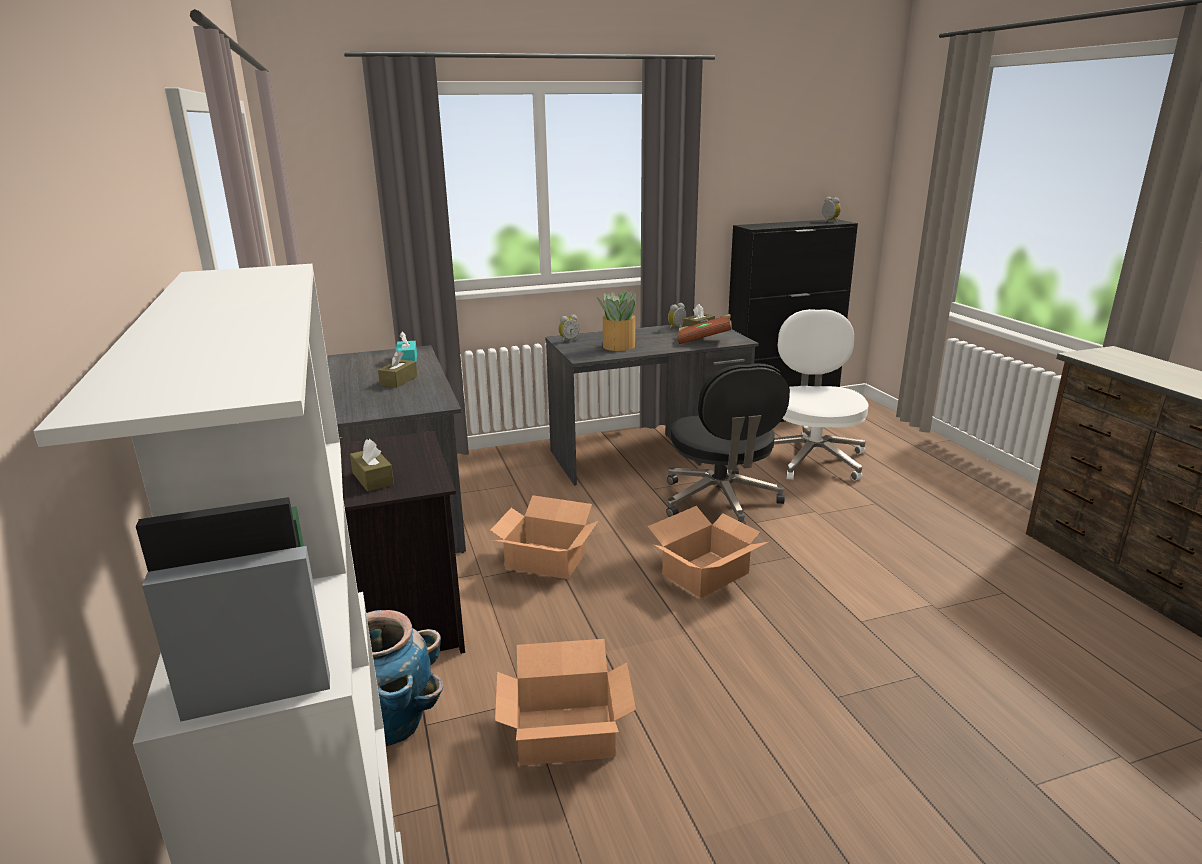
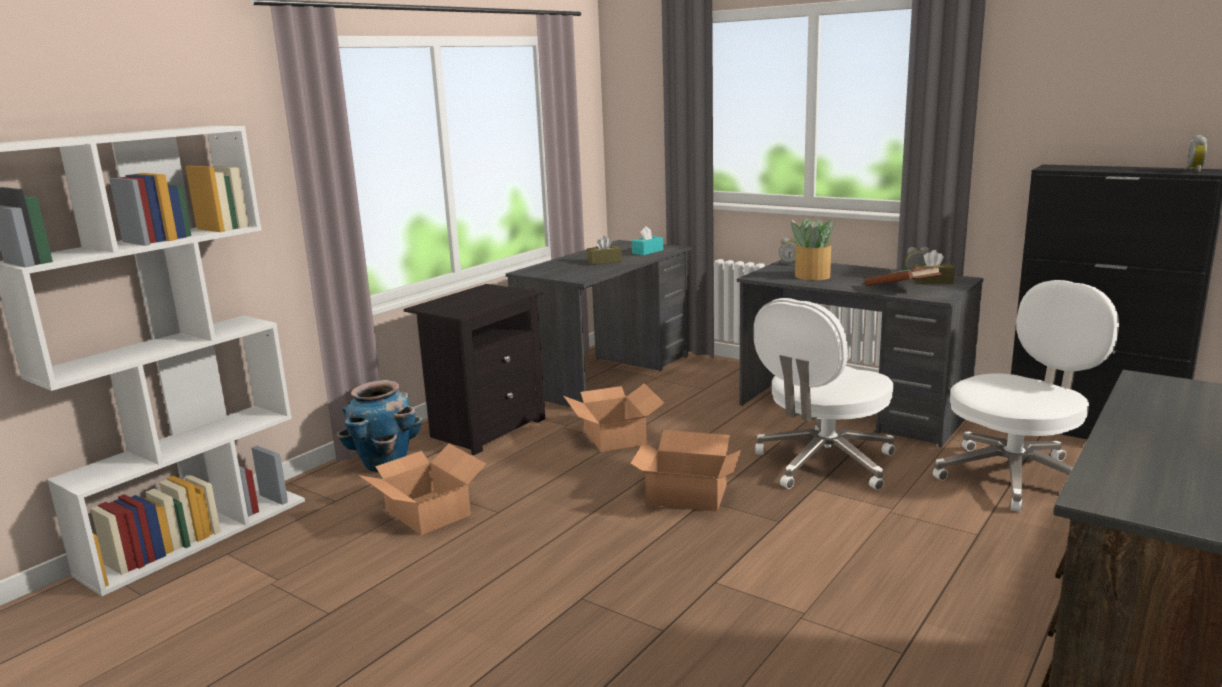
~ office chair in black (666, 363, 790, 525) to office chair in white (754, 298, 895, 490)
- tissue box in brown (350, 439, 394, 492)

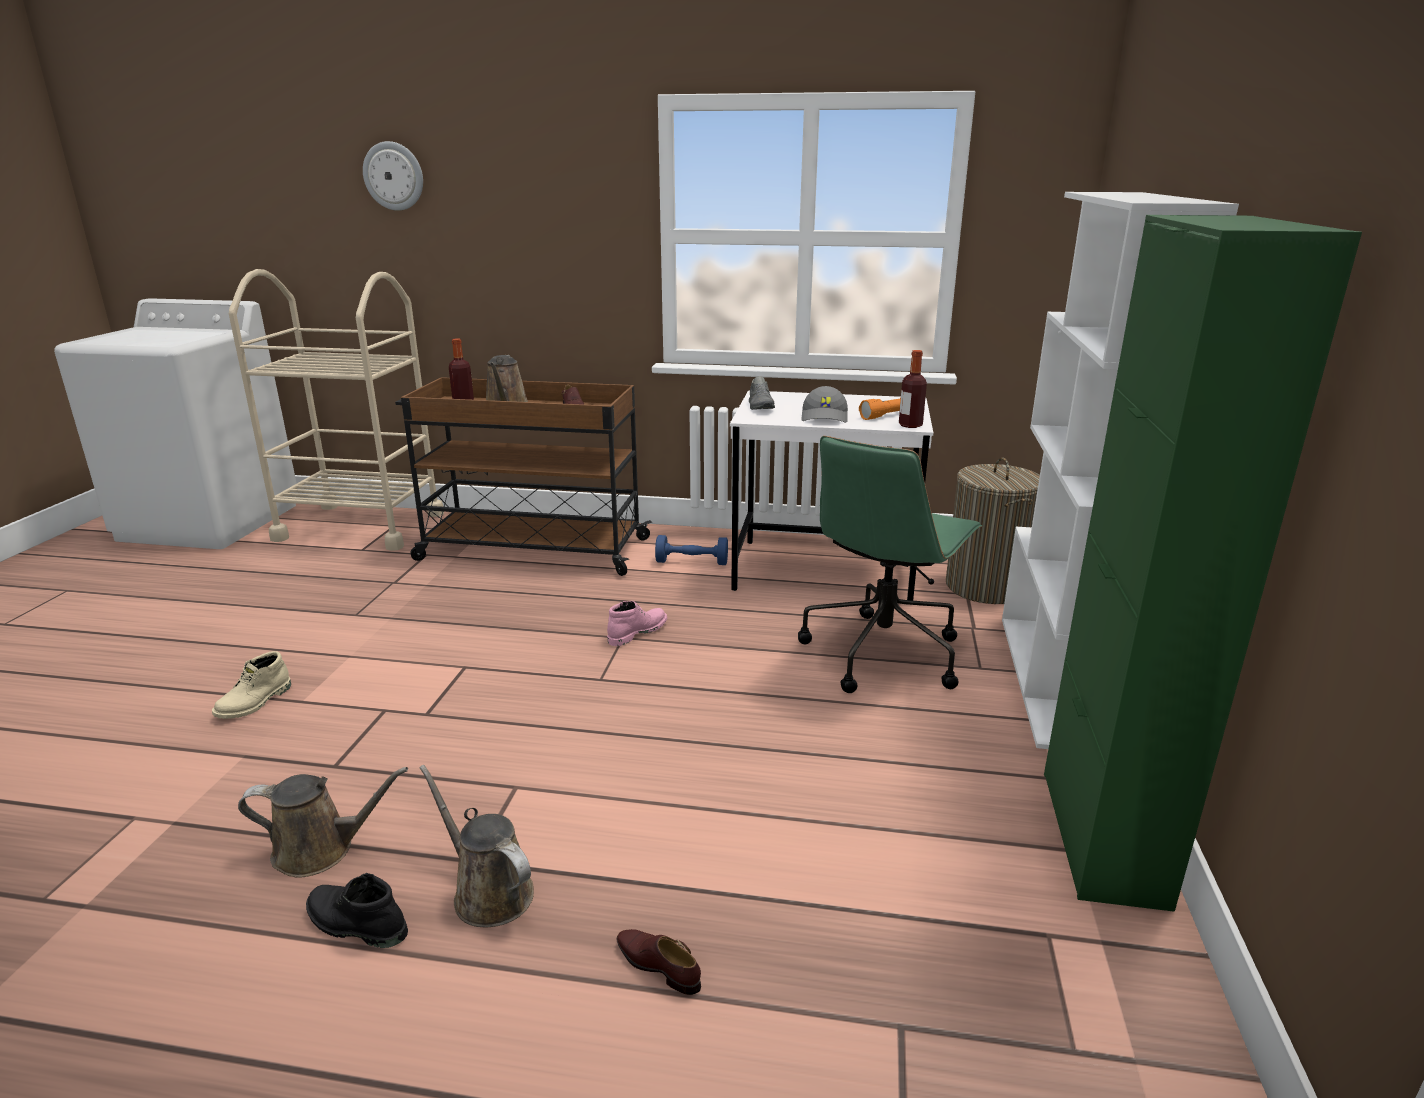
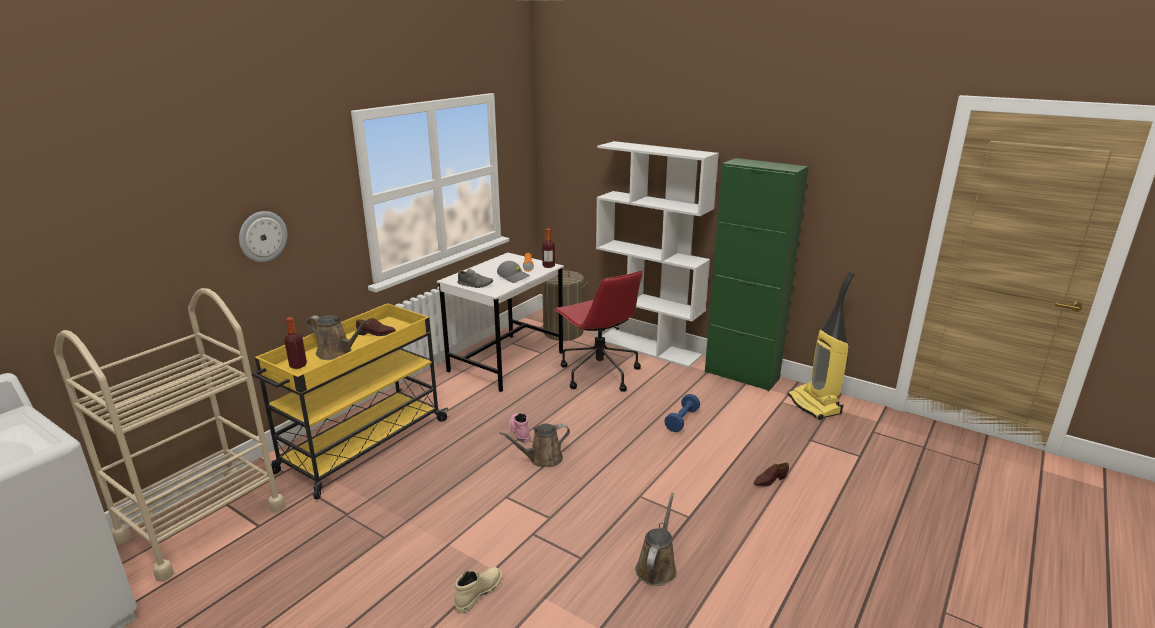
~ wall clock (363, 141, 423, 211) to (239, 211, 287, 262)
~ cart in brown (395, 377, 652, 576) to cart in yellow (252, 303, 448, 499)
~ boot in beige (212, 651, 291, 719) = (454, 567, 502, 613) 105 degrees counterclockwise
~ watering can in brown (420, 765, 534, 927) to (499, 423, 570, 467)
~ office chair in green (798, 436, 983, 693) to office chair in red (553, 270, 642, 392)
~ dumbbell in blue (655, 535, 728, 565) to (664, 394, 700, 432)
+ vacuum cleaner (788, 271, 855, 420)
- boot in black (306, 873, 408, 948)

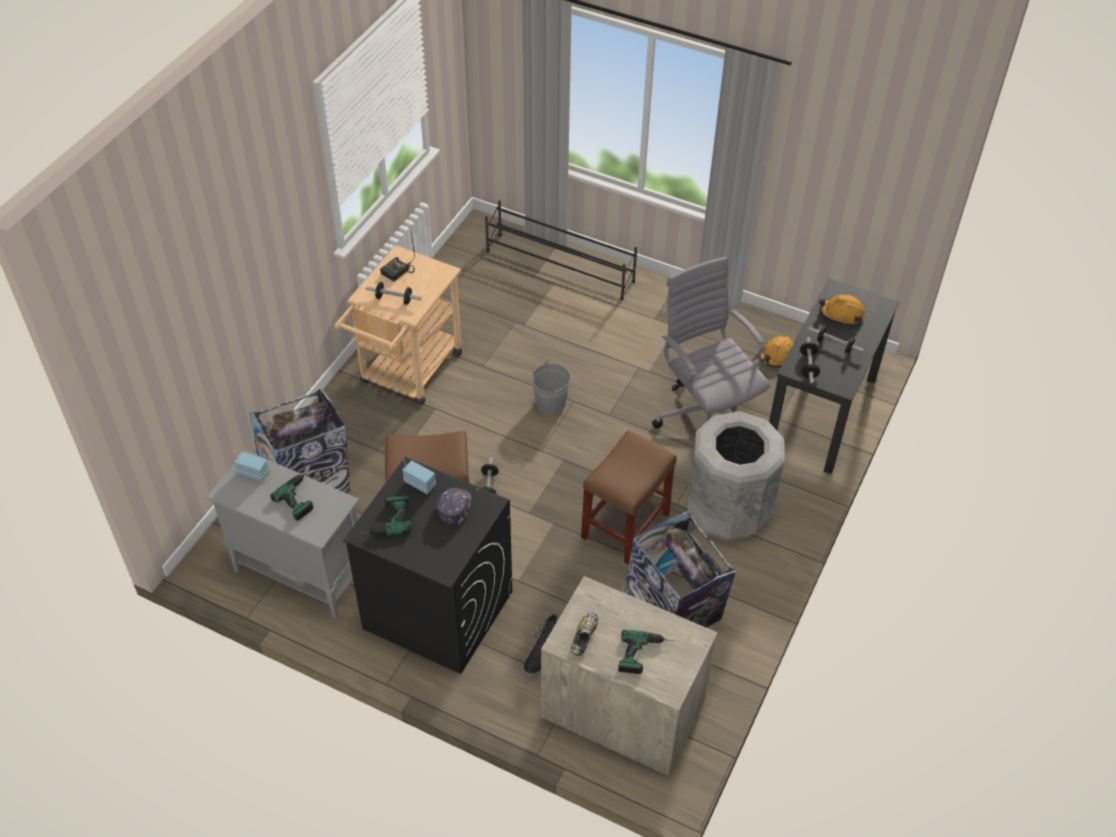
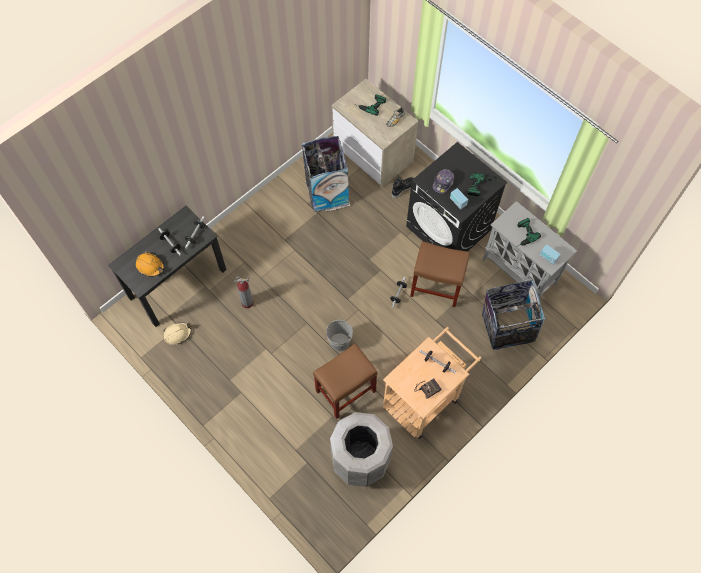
~ hard hat in orange (759, 336, 793, 367) to hard hat in beige (164, 322, 192, 345)
~ office chair in grey (652, 257, 770, 428) to fire extinguisher (234, 276, 254, 308)
~ stool in brown (581, 430, 677, 565) to (313, 344, 378, 419)
~ trash can in grey (687, 411, 785, 541) to (330, 412, 393, 487)
- shoe rack in black (485, 200, 637, 300)

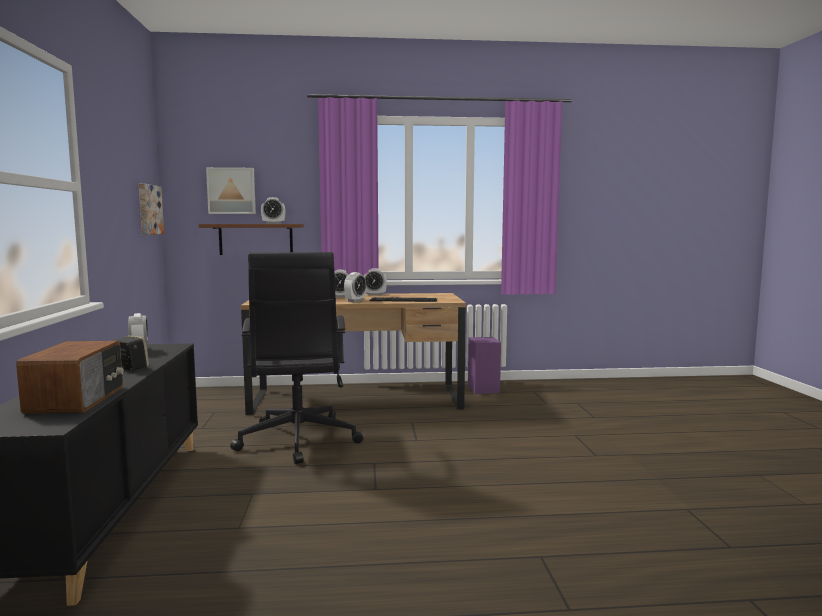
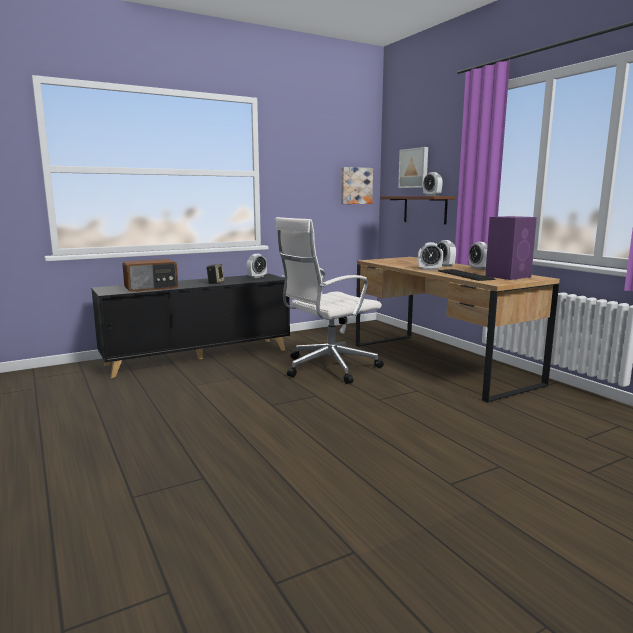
~ office chair in black (230, 252, 363, 464) to office chair in white (275, 217, 384, 384)
~ speaker in purple (468, 337, 501, 394) to (485, 216, 537, 280)

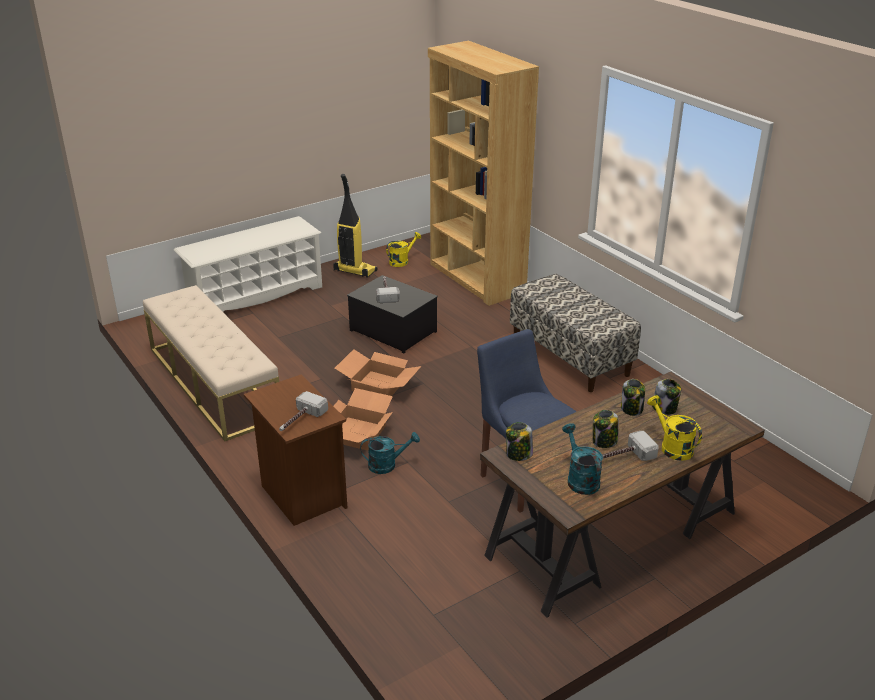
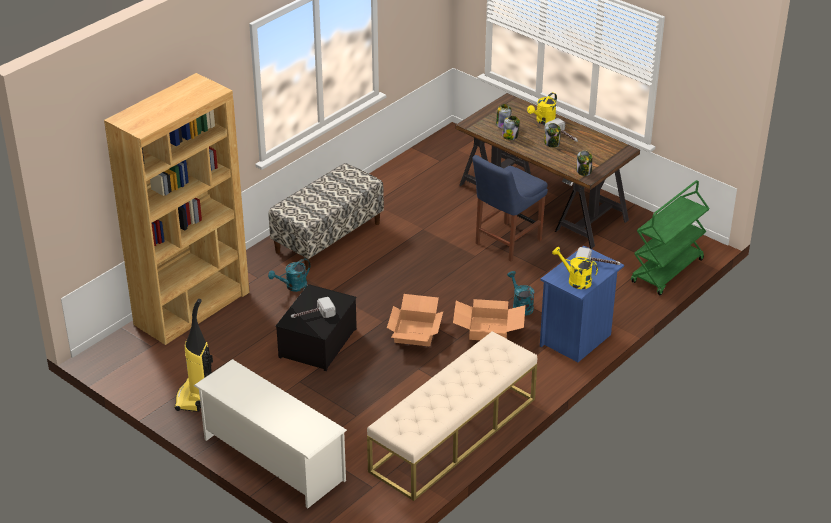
~ watering can in turquoise (562, 423, 603, 495) to (268, 259, 310, 292)
~ nightstand in brown (244, 375, 347, 526) to nightstand in blue (540, 246, 624, 362)
~ watering can in yellow (386, 232, 421, 267) to (552, 247, 598, 289)
+ cart in green (631, 180, 710, 296)

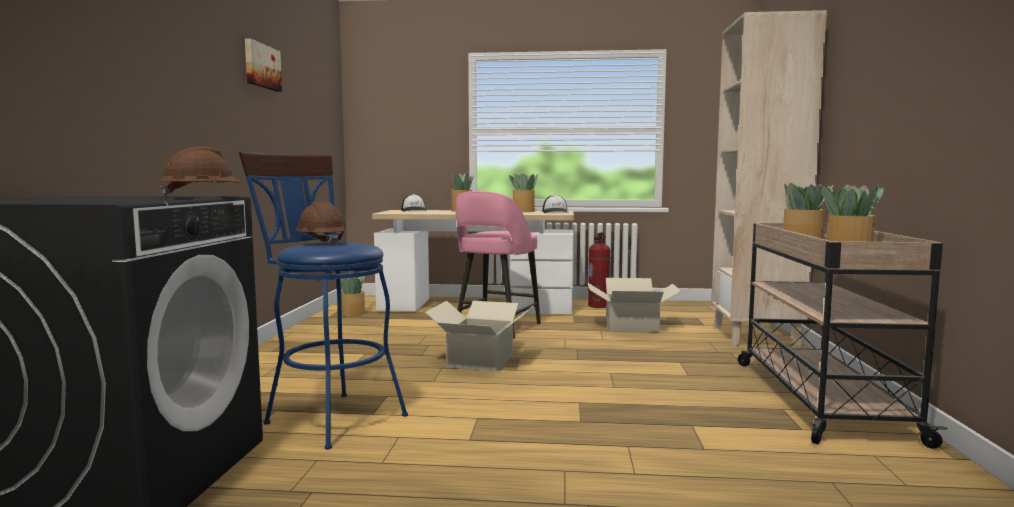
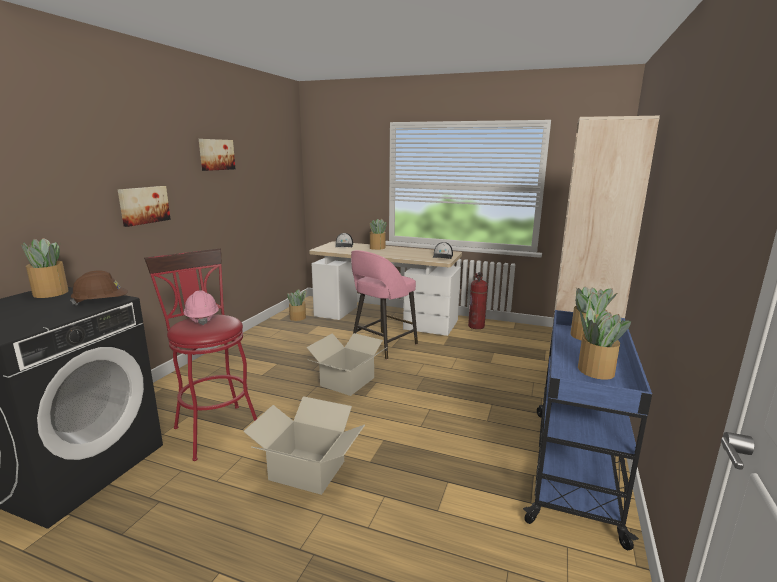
~ potted plant (509, 173, 538, 212) to (21, 238, 69, 298)
+ picture (118, 186, 171, 227)
~ stool in blue (239, 151, 408, 449) to stool in red (144, 248, 257, 461)
~ hard hat in brown (296, 201, 347, 245) to hard hat in pink (183, 290, 219, 325)
~ cardboard box (588, 278, 681, 332) to (243, 396, 365, 495)
~ cart in beige (738, 223, 948, 449) to cart in blue (523, 310, 652, 550)

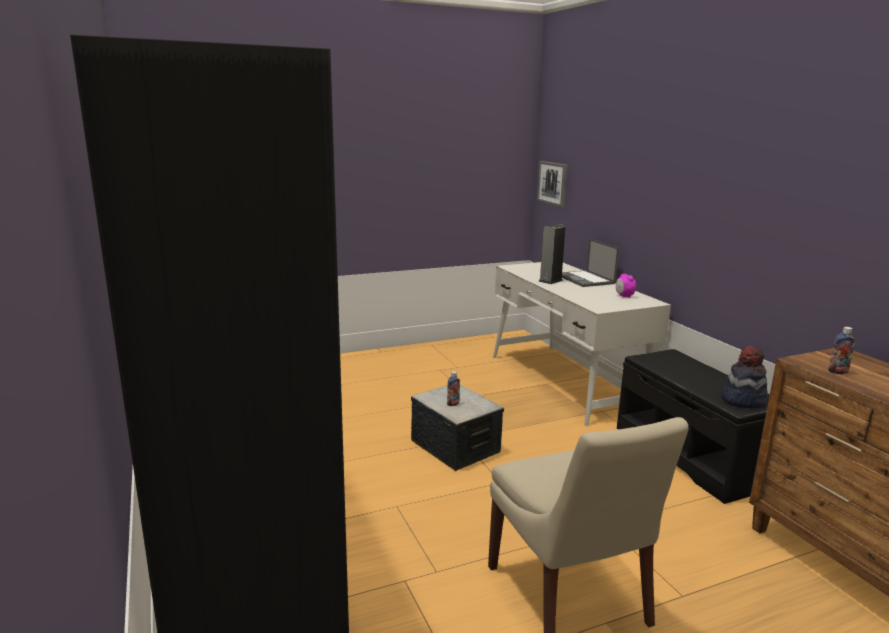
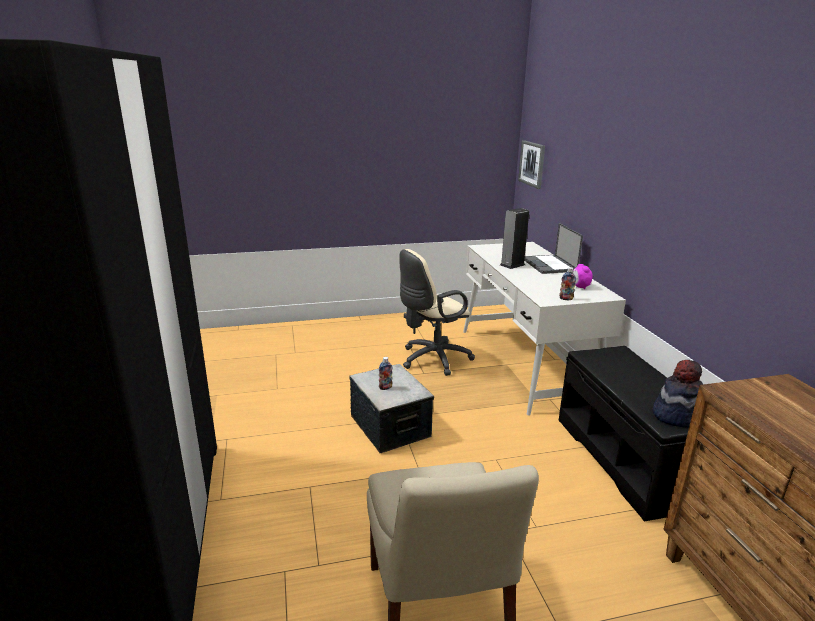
+ office chair in beige (399, 249, 475, 376)
~ bottle (829, 327, 855, 374) to (559, 267, 576, 300)

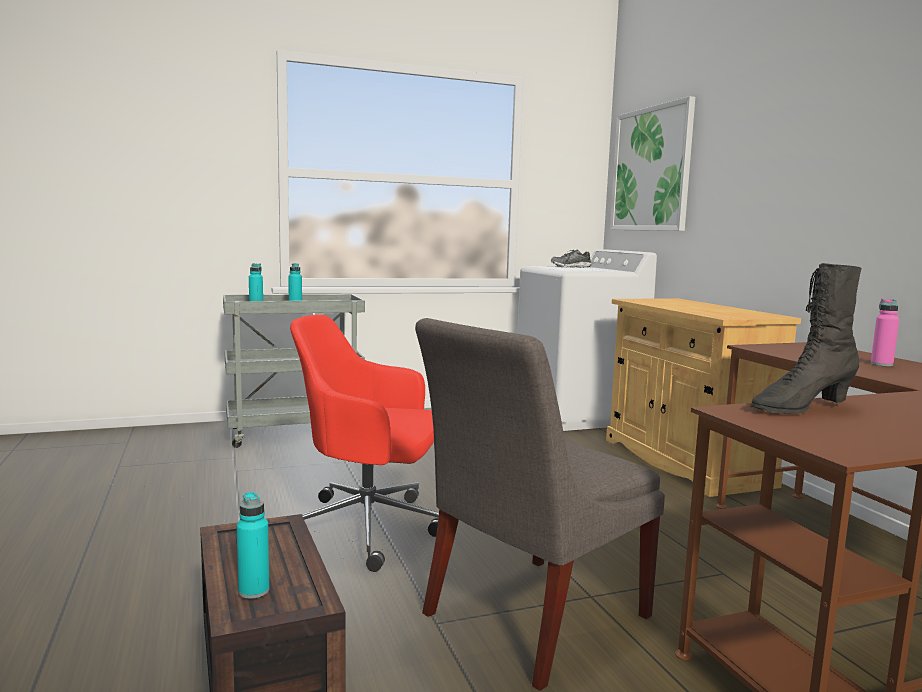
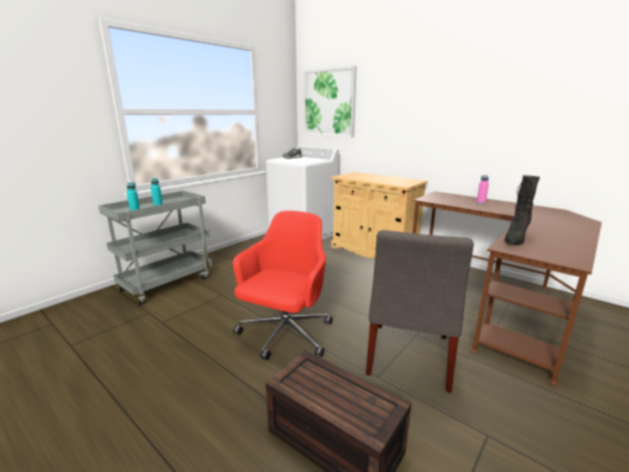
~ office chair in red (290, 315, 439, 572) = (233, 211, 333, 360) 135 degrees clockwise
- bottle in turquoise (237, 492, 270, 599)

